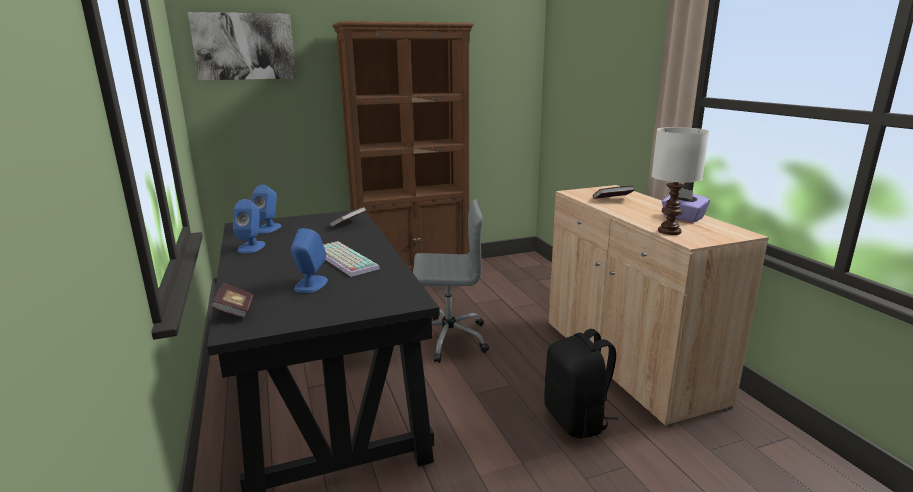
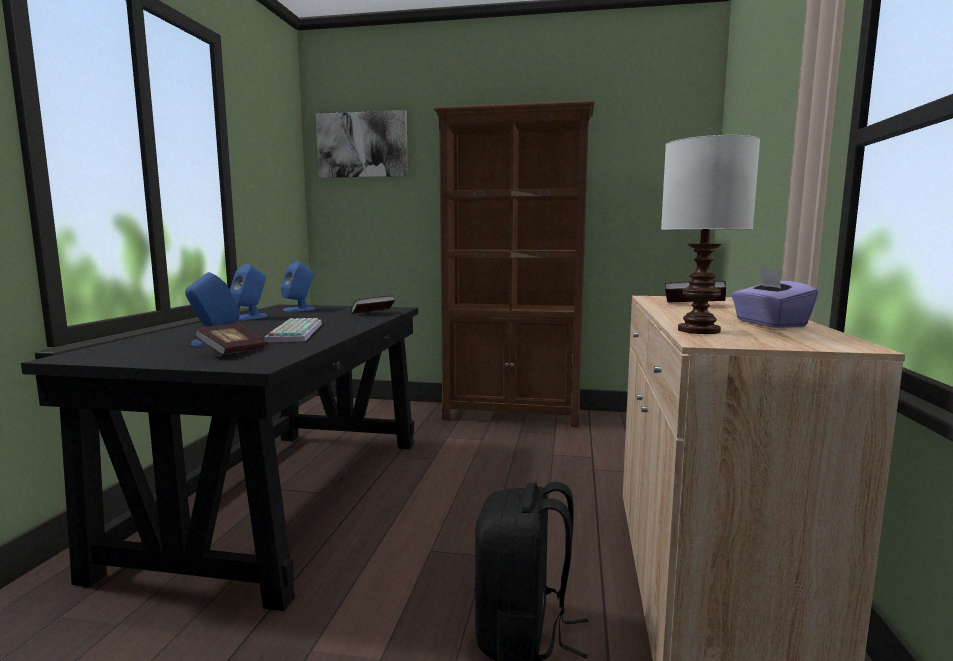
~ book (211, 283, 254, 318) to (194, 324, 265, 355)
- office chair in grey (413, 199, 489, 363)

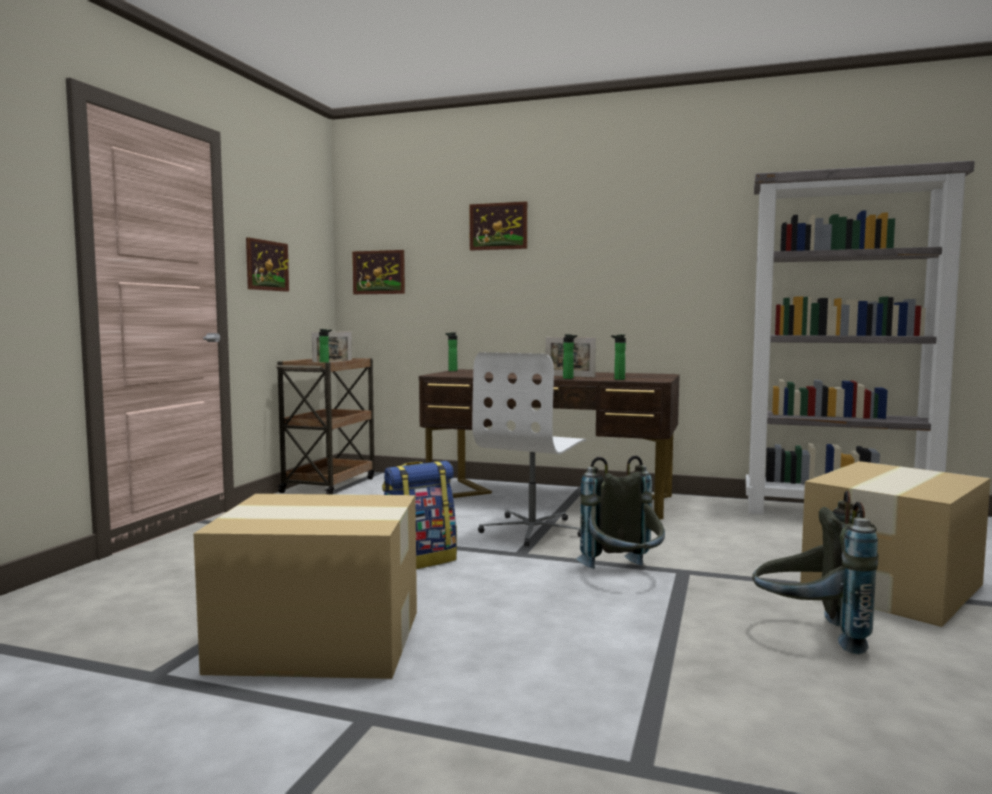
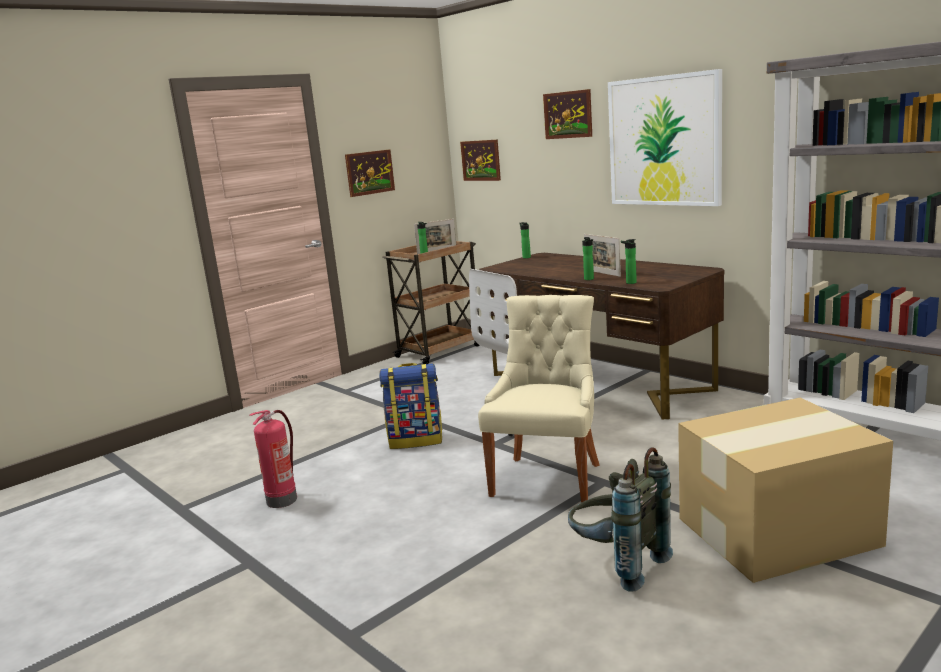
~ cardboard box (193, 494, 417, 679) to fire extinguisher (250, 410, 297, 508)
~ backpack in grey (576, 455, 665, 569) to chair in beige (478, 295, 600, 503)
+ picture (608, 69, 722, 206)

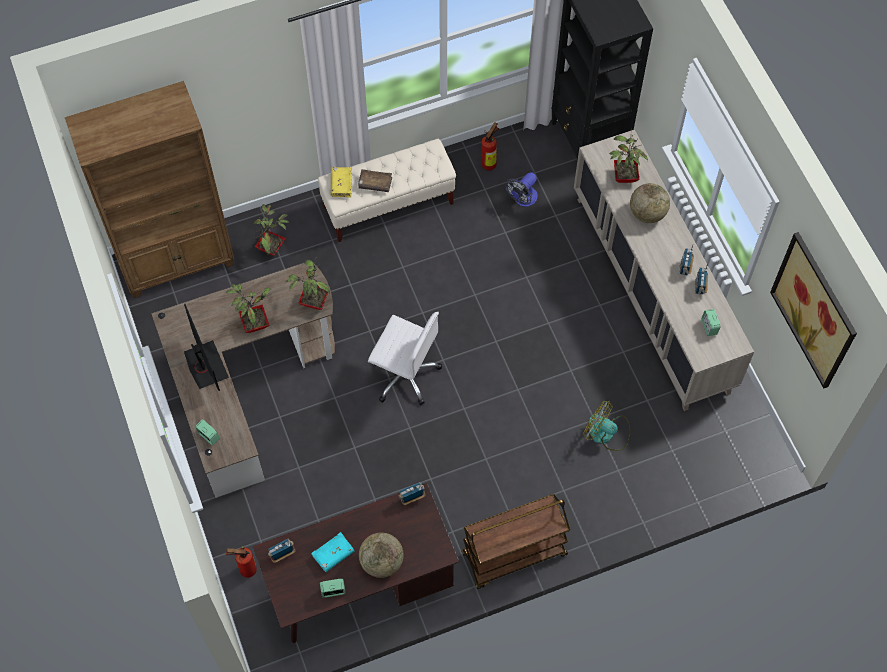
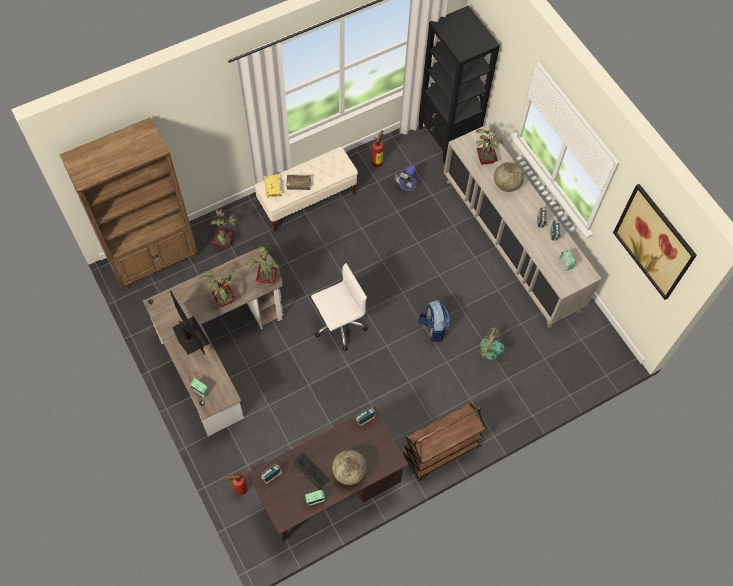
~ book in turquoise (311, 532, 354, 572) to keyboard (293, 453, 329, 490)
~ office chair in white (368, 312, 442, 405) = (311, 263, 367, 351) 45 degrees counterclockwise
+ backpack (418, 300, 450, 342)

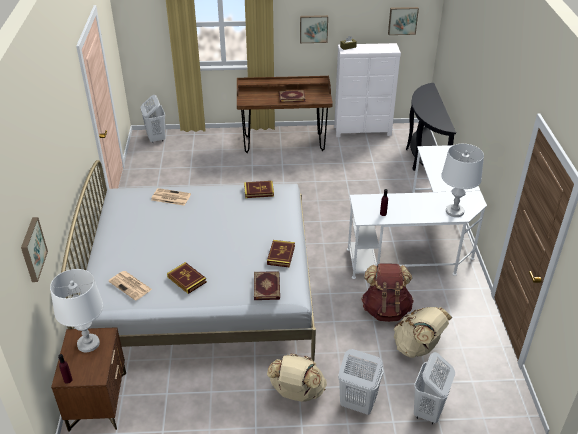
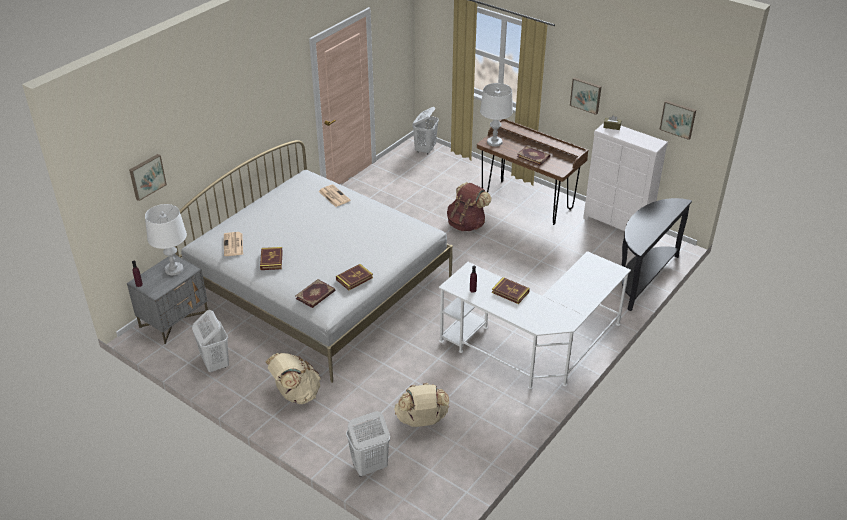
~ nightstand in brown (51, 327, 126, 432) to nightstand in grey (127, 255, 208, 344)
~ laundry basket in white (338, 349, 384, 415) to (192, 310, 229, 372)
~ backpack in brown (361, 263, 414, 322) to (447, 182, 491, 231)
~ table lamp in white (441, 144, 484, 217) to (480, 83, 513, 147)
~ book (244, 181, 274, 198) to (492, 277, 530, 304)

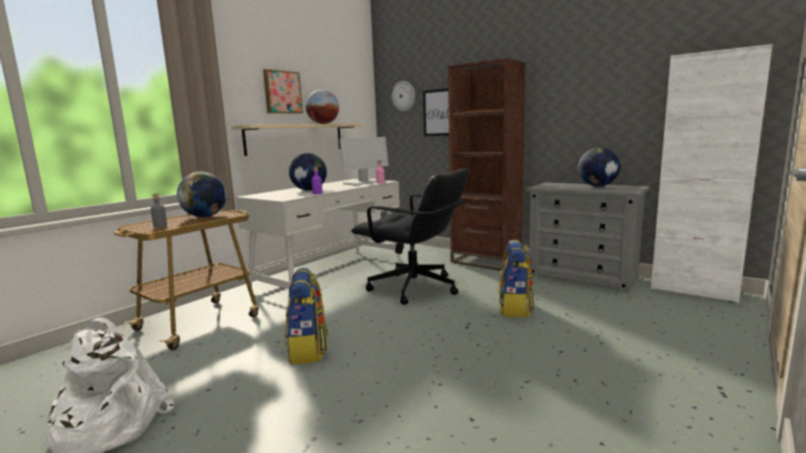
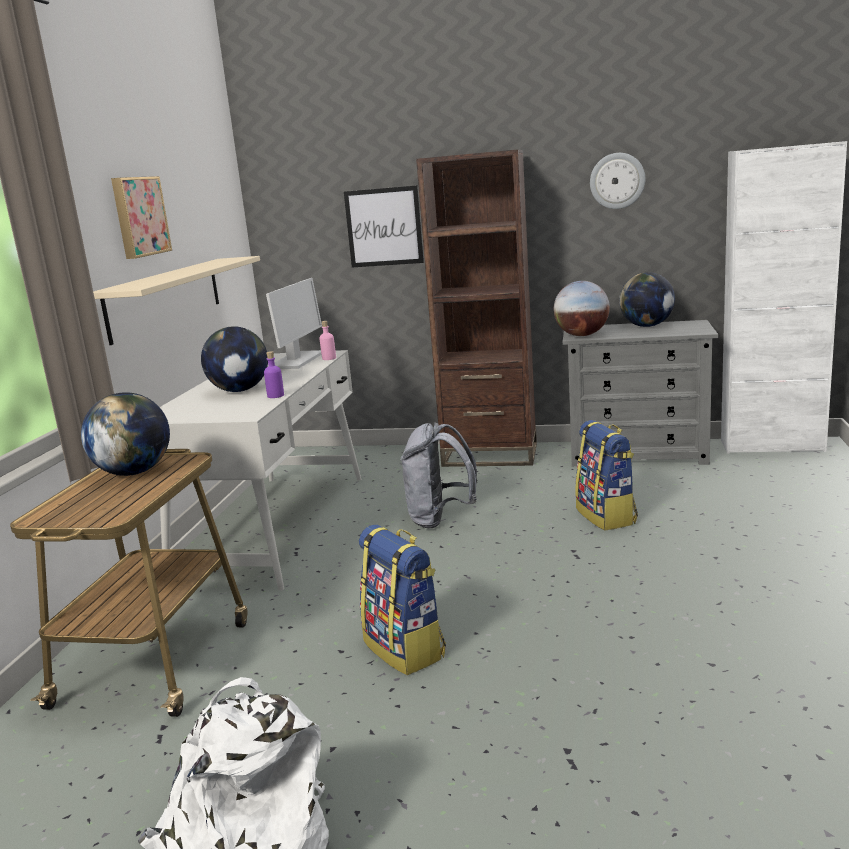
~ office chair in black (351, 168, 469, 305) to backpack in grey (400, 422, 477, 528)
~ globe (306, 90, 339, 124) to (554, 281, 610, 336)
~ wall clock (392, 81, 415, 111) to (590, 153, 645, 209)
- bottle in grey (151, 193, 167, 228)

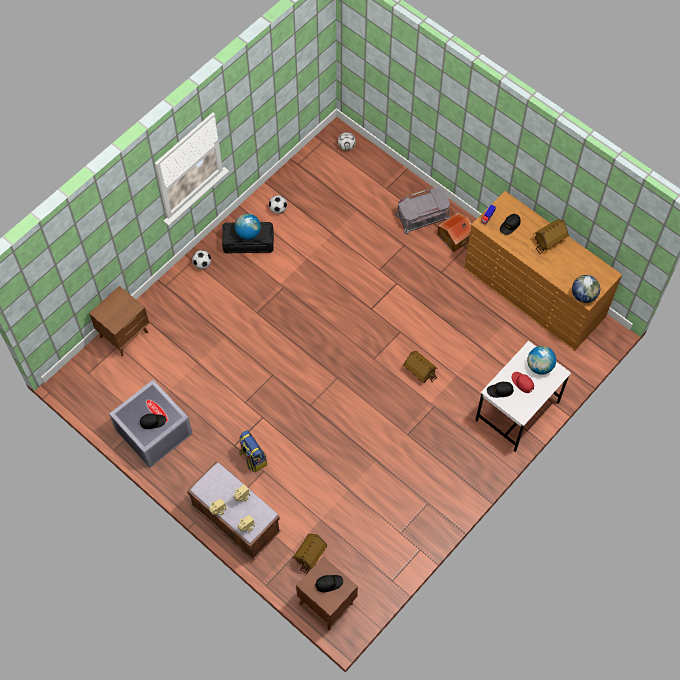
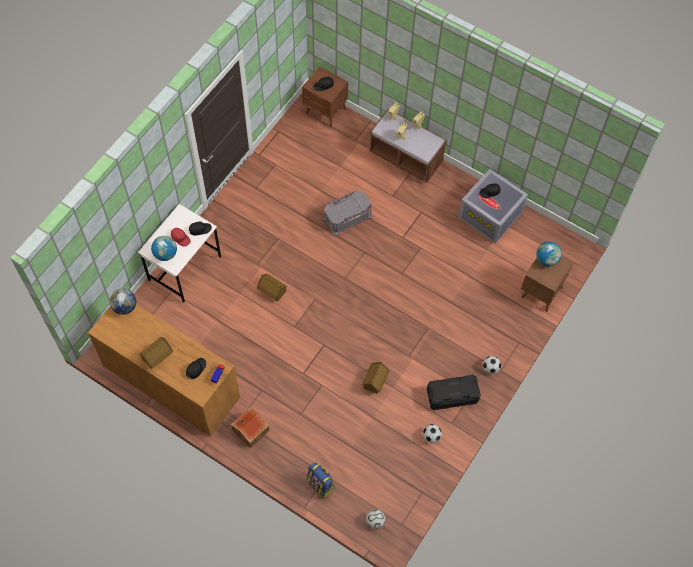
~ backpack (239, 430, 267, 472) to (307, 462, 334, 499)
~ storage box in grey (395, 187, 450, 235) to (323, 191, 373, 237)
~ toy house (293, 534, 327, 573) to (361, 362, 389, 393)
~ globe (235, 213, 261, 240) to (537, 242, 562, 266)

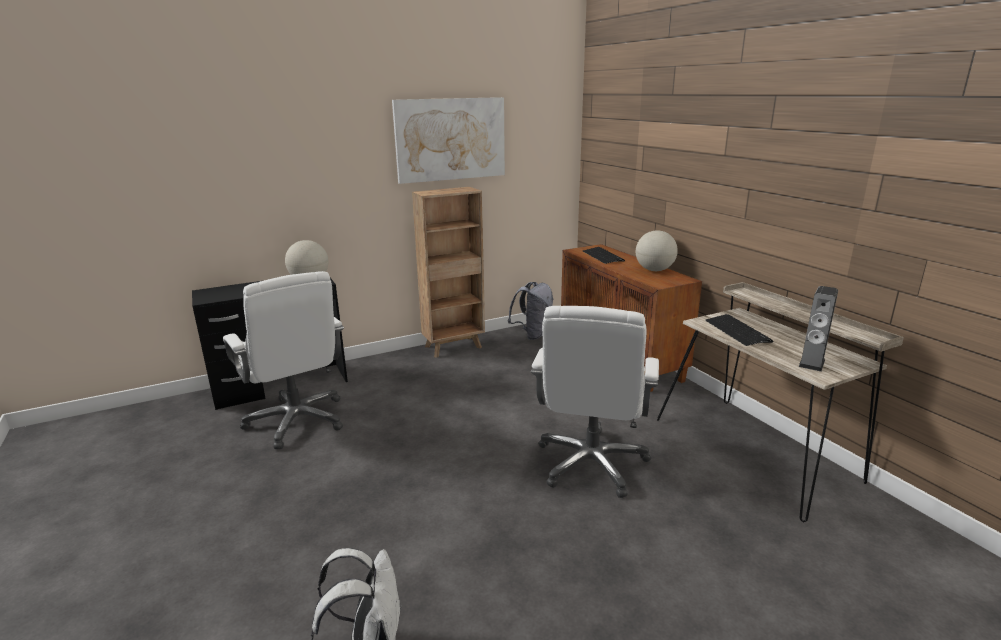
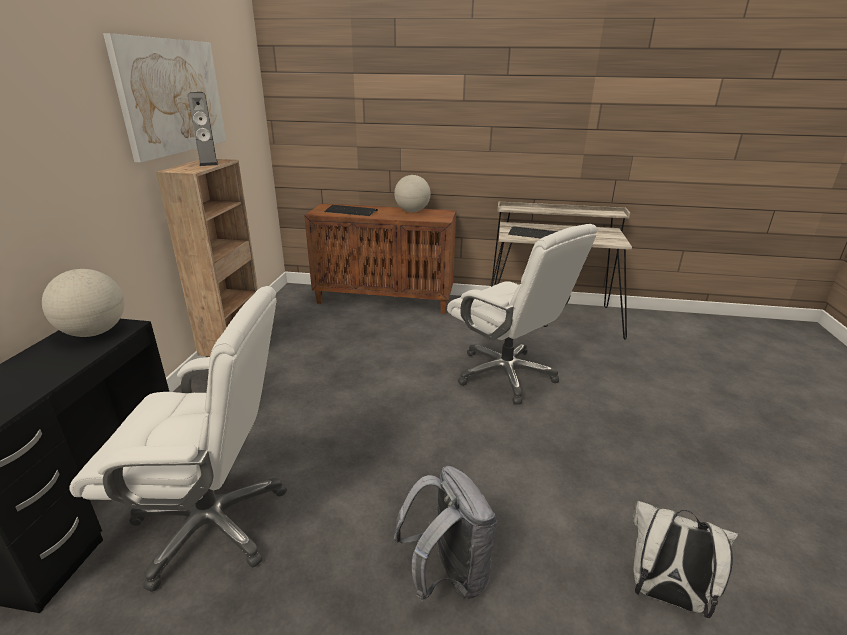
~ speaker (798, 286, 838, 372) to (188, 92, 218, 166)
~ backpack in grey (508, 282, 553, 340) to (393, 466, 497, 602)

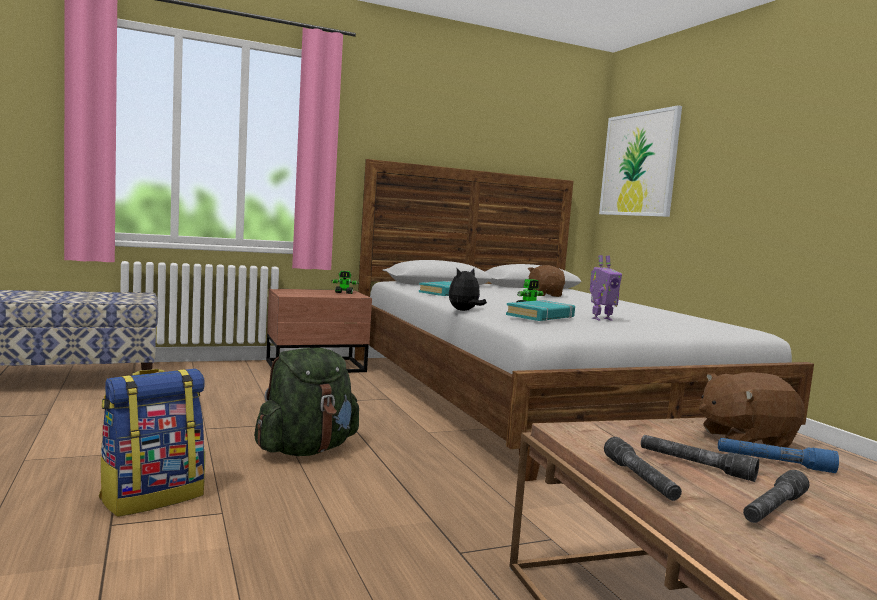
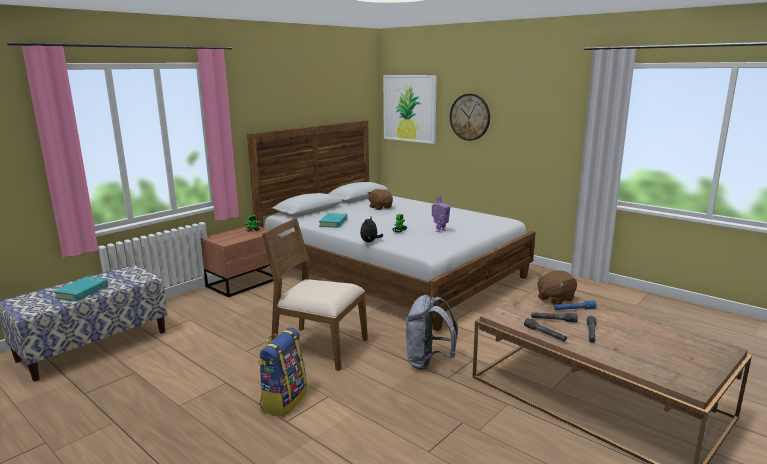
~ book in turquoise (506, 300, 575, 321) to (53, 276, 108, 302)
~ backpack in green (254, 348, 359, 456) to chair in brown (262, 218, 368, 371)
+ backpack in grey (405, 295, 458, 370)
+ wall clock (450, 94, 490, 141)

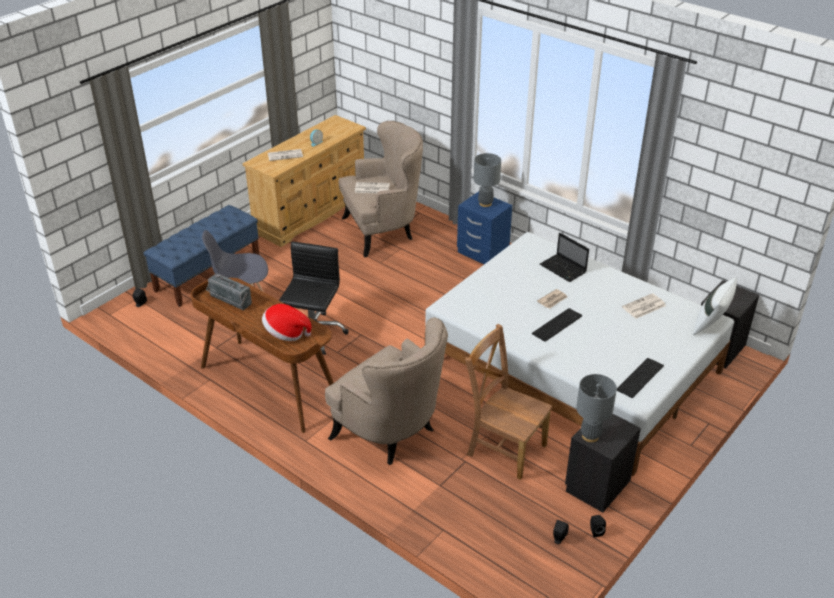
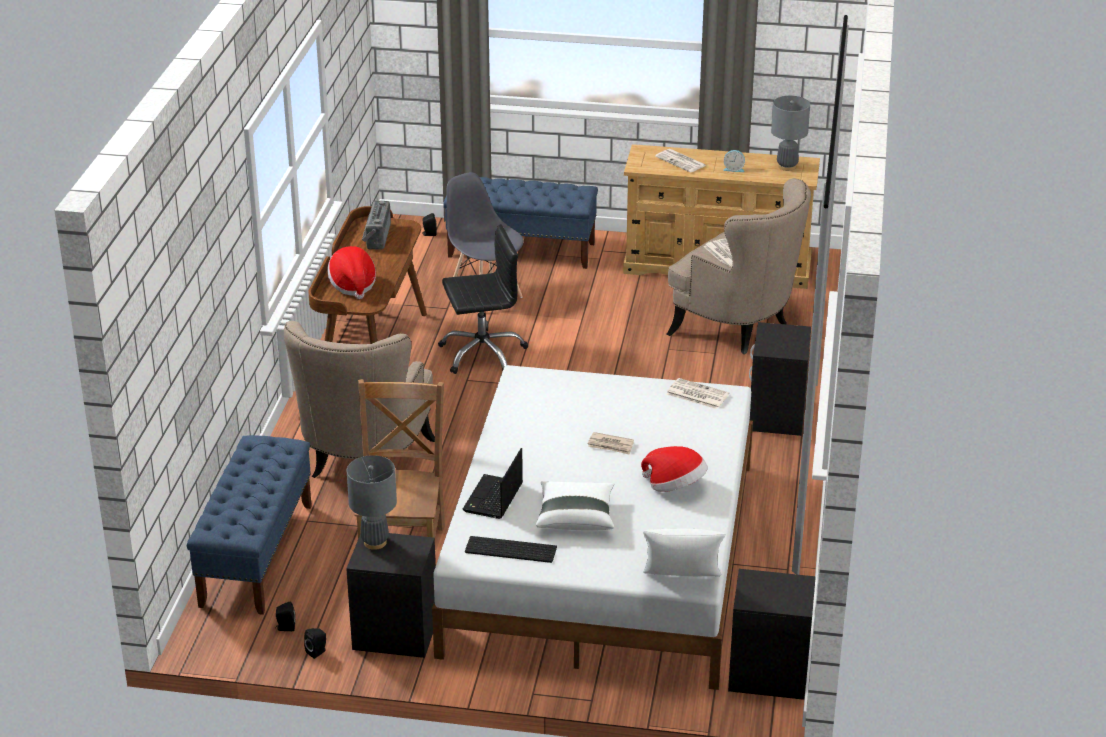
+ bench in blue (187, 435, 312, 615)
~ laptop (540, 233, 589, 282) to (462, 448, 523, 519)
+ pillow in white (536, 481, 614, 531)
+ hat (641, 446, 707, 492)
~ newspaper (622, 293, 666, 319) to (666, 378, 729, 409)
~ nightstand in blue (457, 191, 512, 264) to nightstand in black (749, 322, 811, 436)
~ table lamp in grey (473, 153, 501, 207) to (771, 96, 810, 171)
- keyboard (532, 308, 582, 342)

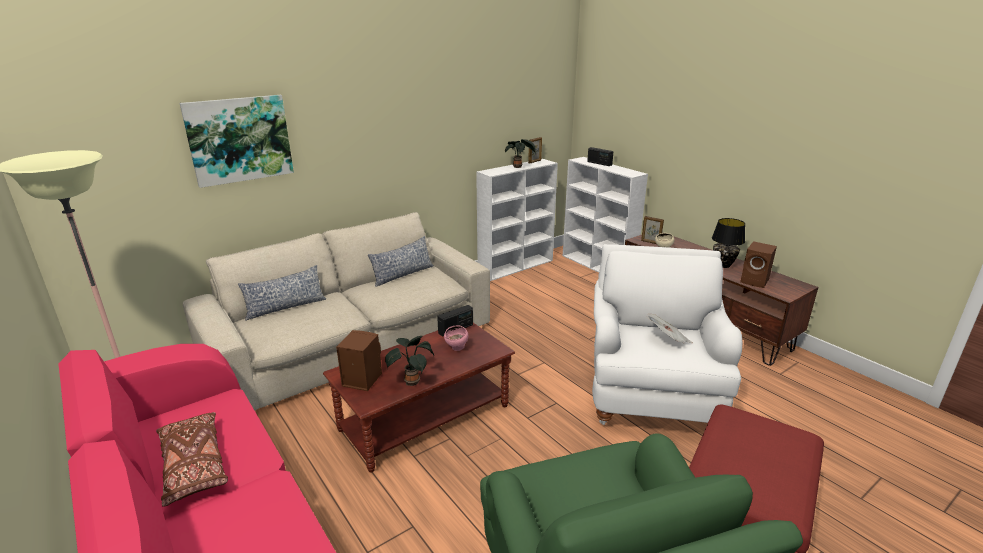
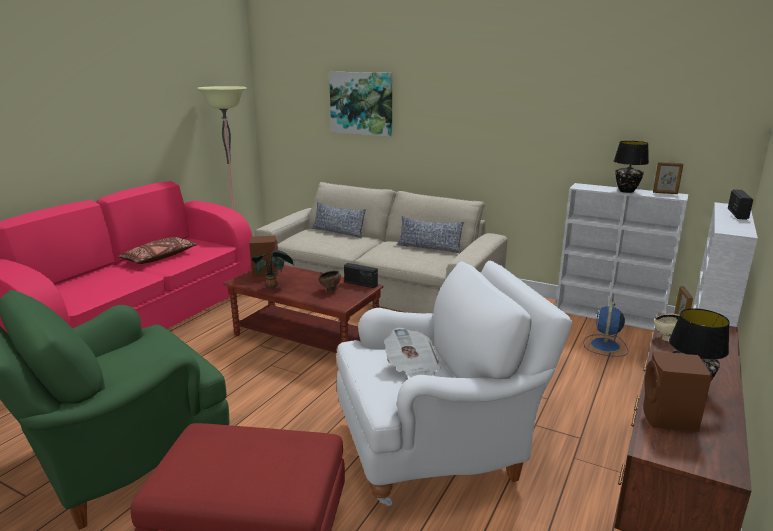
~ bowl in pink (444, 325, 468, 351) to bowl in brown (319, 271, 341, 292)
+ fan in blue (583, 299, 628, 357)
~ potted plant (505, 139, 536, 168) to table lamp in black (614, 141, 649, 193)

